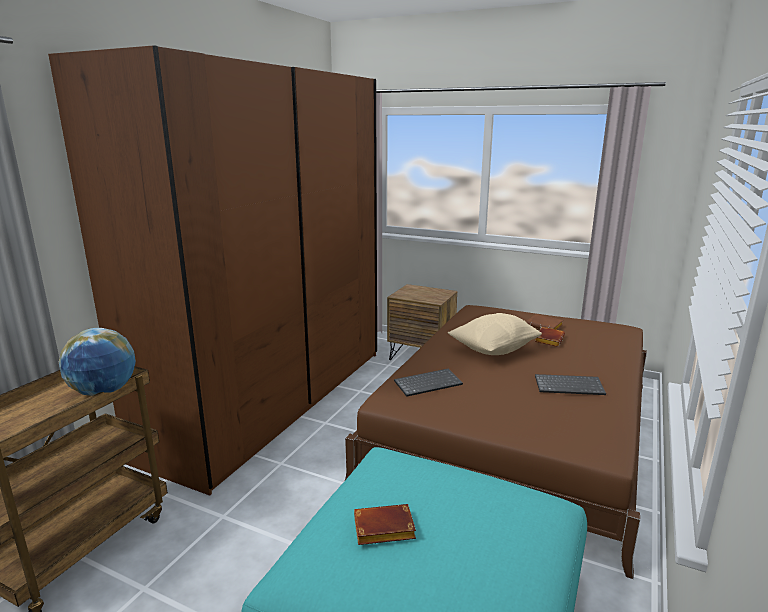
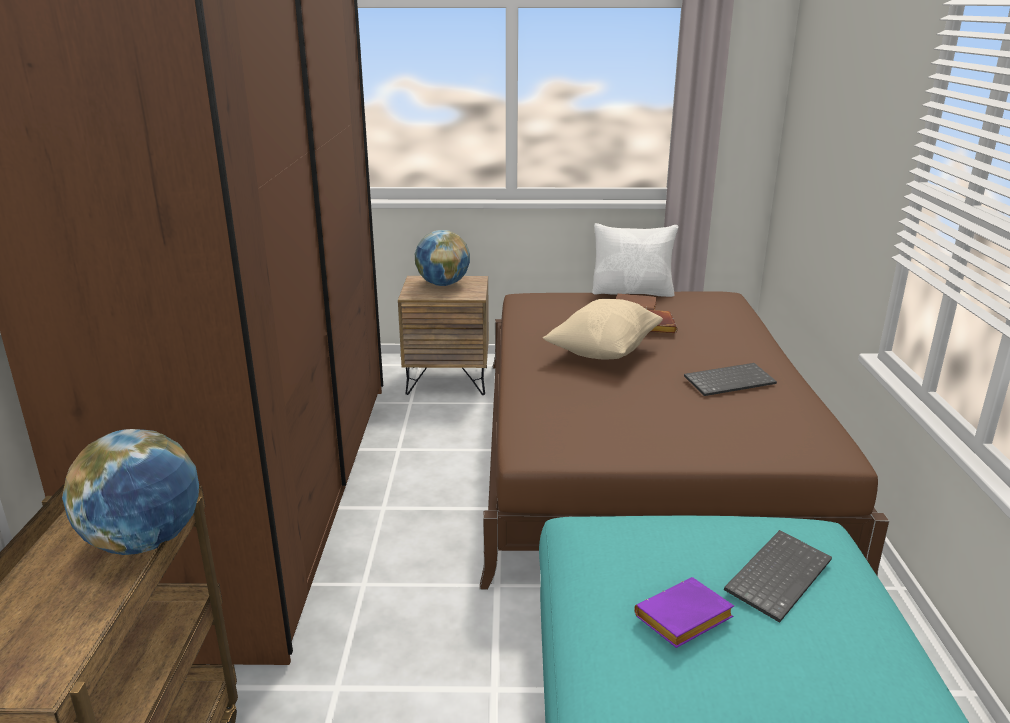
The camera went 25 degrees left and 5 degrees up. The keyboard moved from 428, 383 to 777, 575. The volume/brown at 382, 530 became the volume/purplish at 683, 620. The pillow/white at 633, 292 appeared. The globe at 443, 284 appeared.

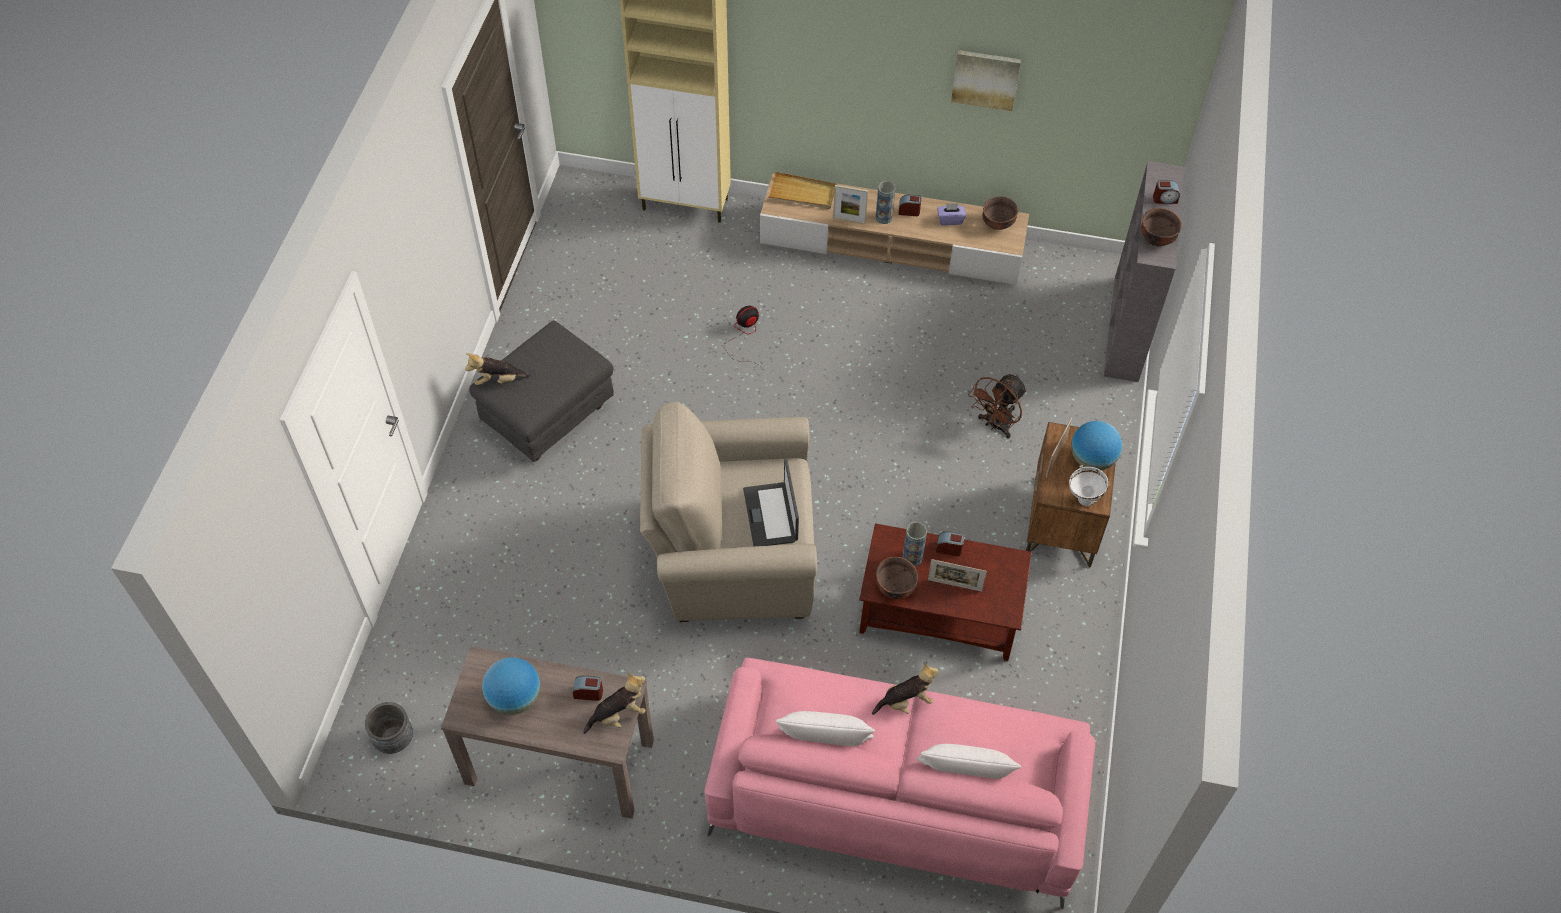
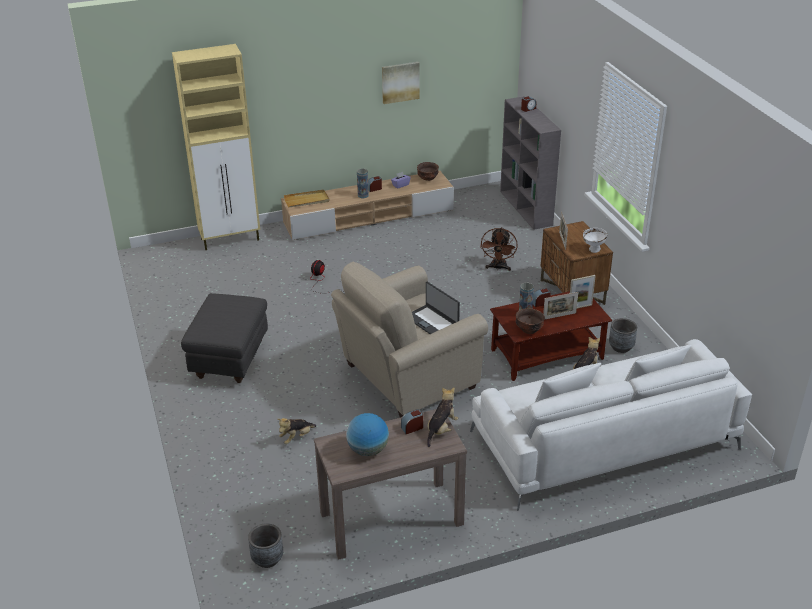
The camera went 30 degrees left and 20 degrees down. The picture frame moved from 849, 220 to 580, 307. The bowl/brown at 1156, 238 disappeared. The plush toy moved from 498, 380 to 296, 437. The globe at 1092, 459 disappeared. The sofa/pink at 896, 793 became the sofa/white at 603, 441. The plant pot/grey at 621, 347 appeared.

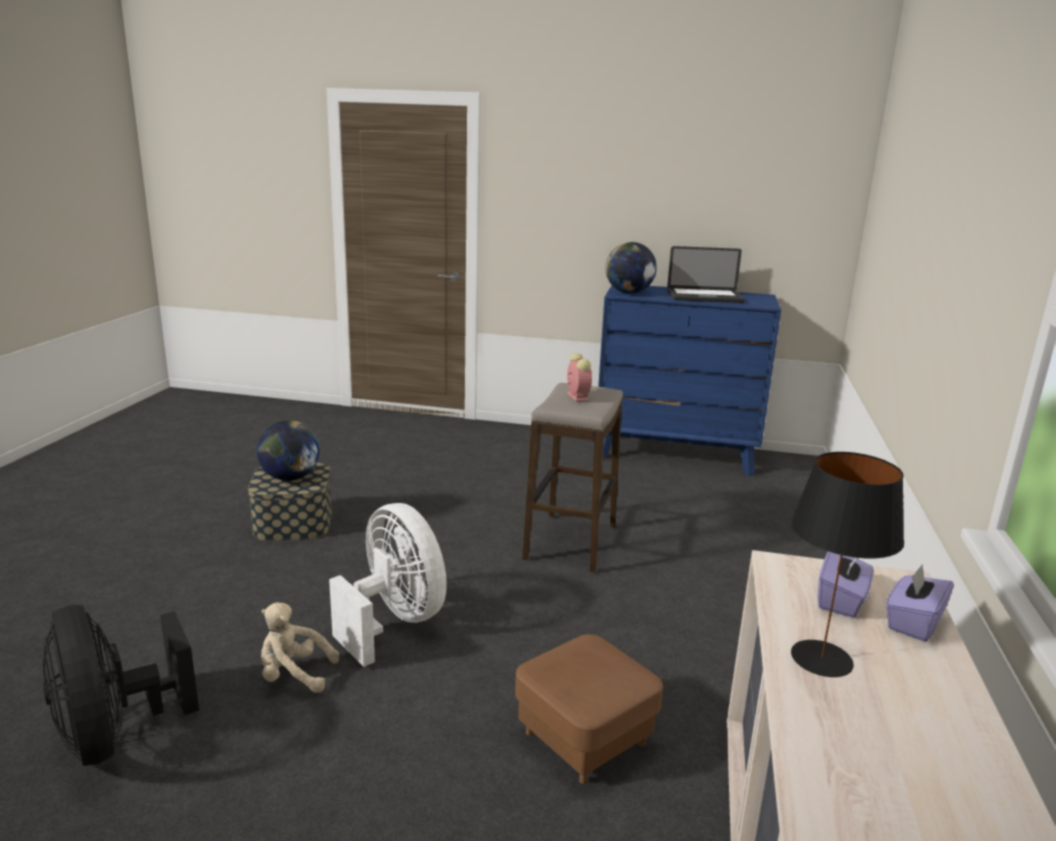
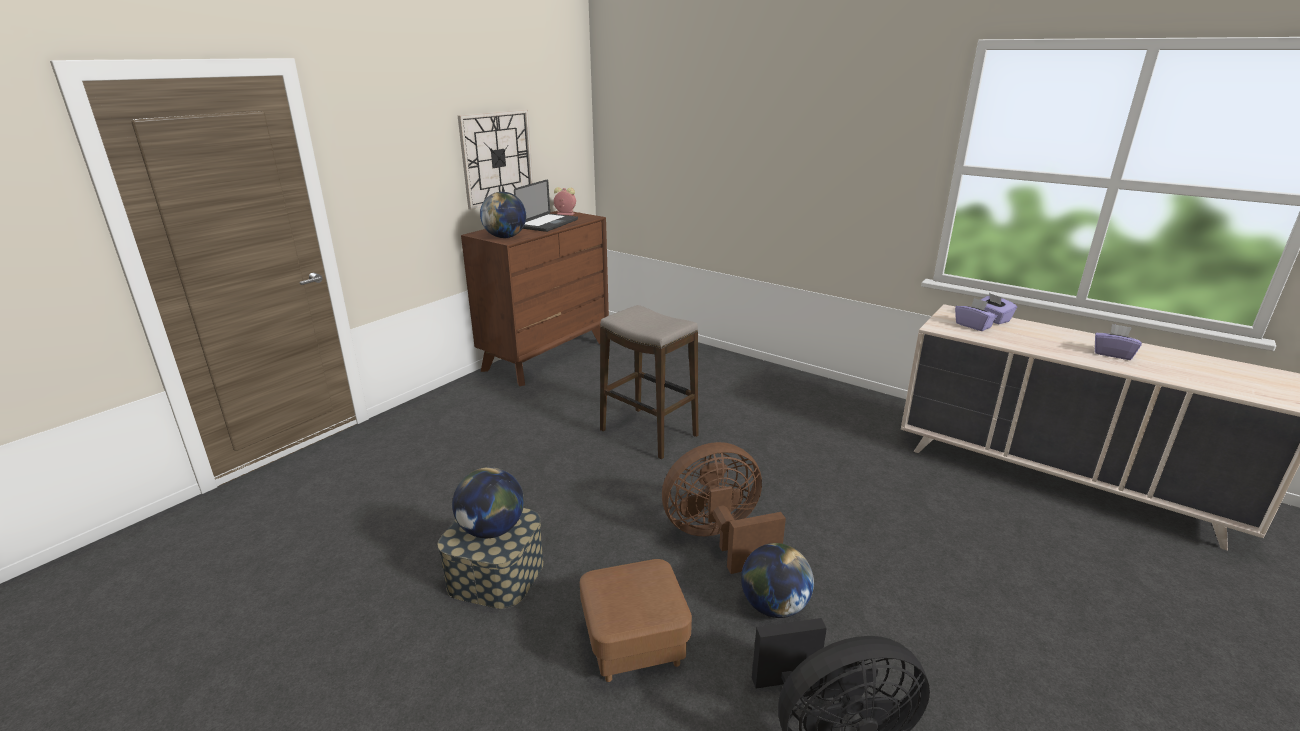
The camera went 65 degrees left and 5 degrees up. The dresser/blue at 675, 454 became the dresser/brown at 546, 356. The bedside clock moved from 577, 396 to 564, 214. The tabletop lamp/black at 822, 658 disappeared. The cooling fan/white at 394, 622 became the cooling fan/brown at 718, 539. The plush toy/sand-coloured at 294, 675 was replaced by the globe at 774, 606. The footrest/brown moved from 584, 738 to 634, 644. The wall clock at 497, 158 appeared. The tissue box/purplish at 1112, 354 appeared.

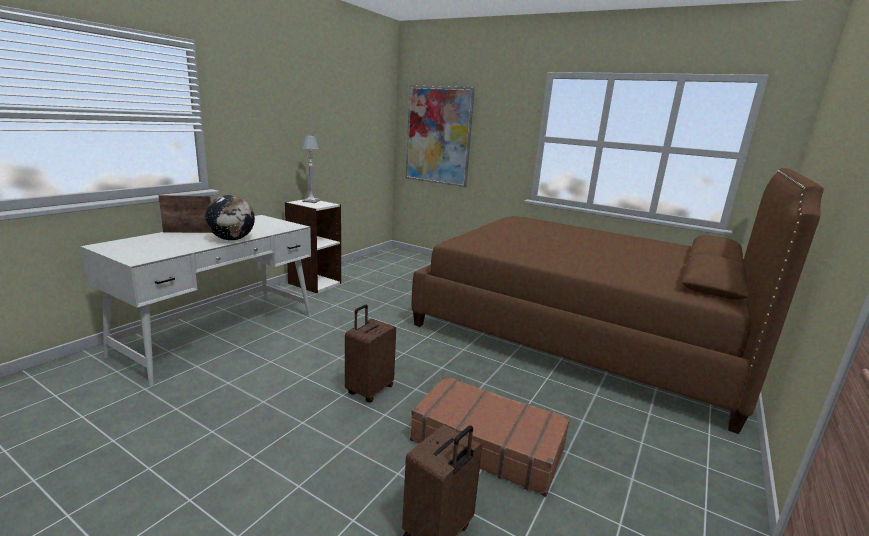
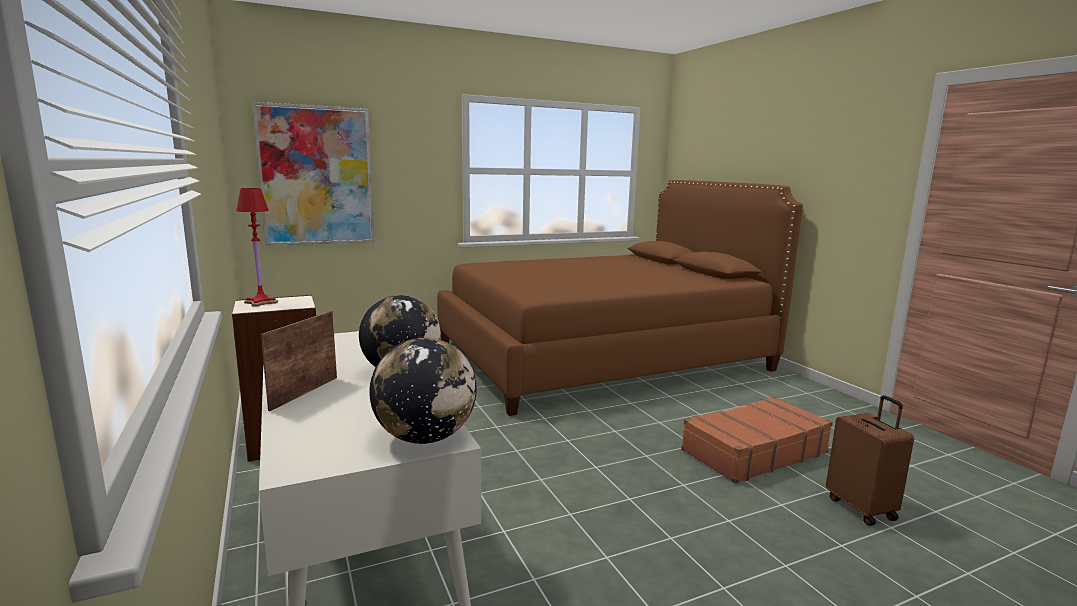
The camera went 55 degrees left and 5 degrees down. The tabletop lamp/white at 311, 201 became the tabletop lamp/reddish at 261, 302. The piece of luggage/brown at 369, 390 disappeared. The globe at 425, 437 appeared.

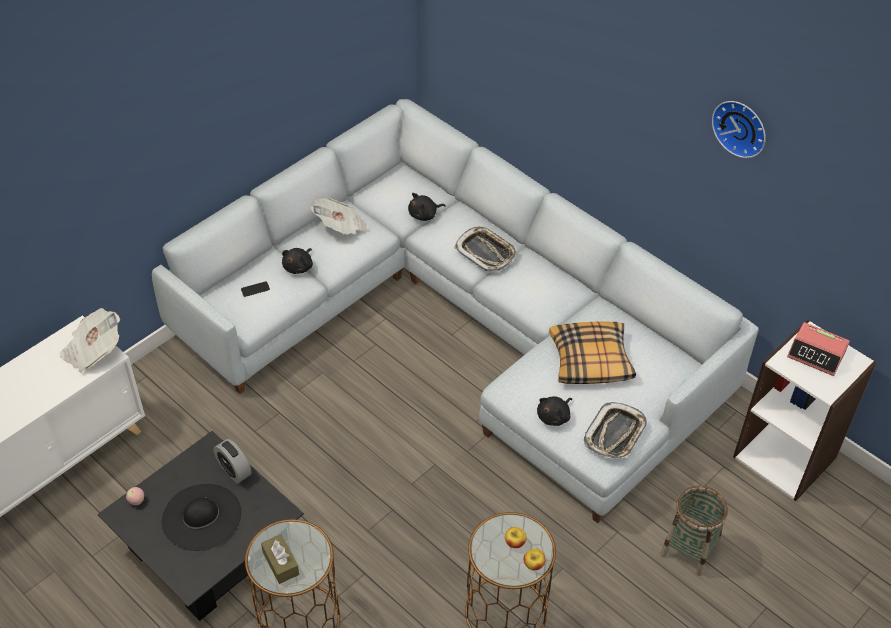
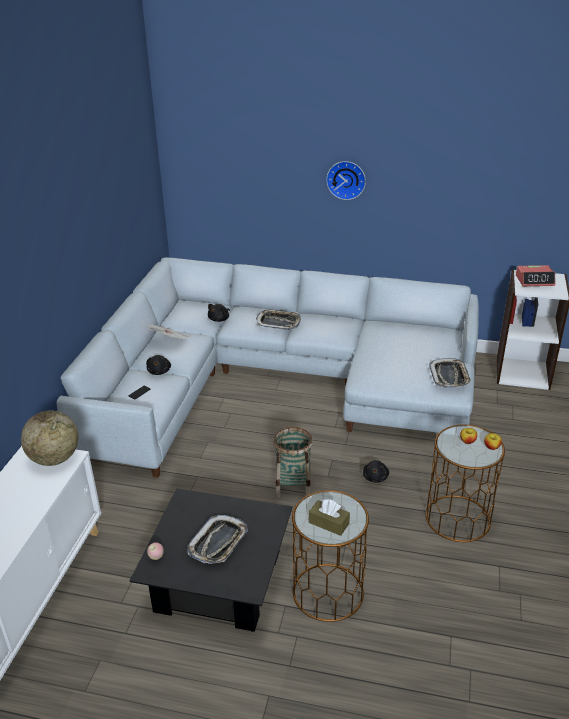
The camera went 30 degrees left and 15 degrees down. The wall clock moved from 741, 127 to 346, 179. The printed paper at 93, 351 was replaced by the globe at 54, 459. The pillow at 590, 361 disappeared. The plush toy/black moved from 554, 416 to 375, 477. The bedside clock at 234, 470 disappeared. The wearable hat/black at 201, 517 was replaced by the tray at 218, 543. The storage basket moved from 689, 549 to 293, 486.

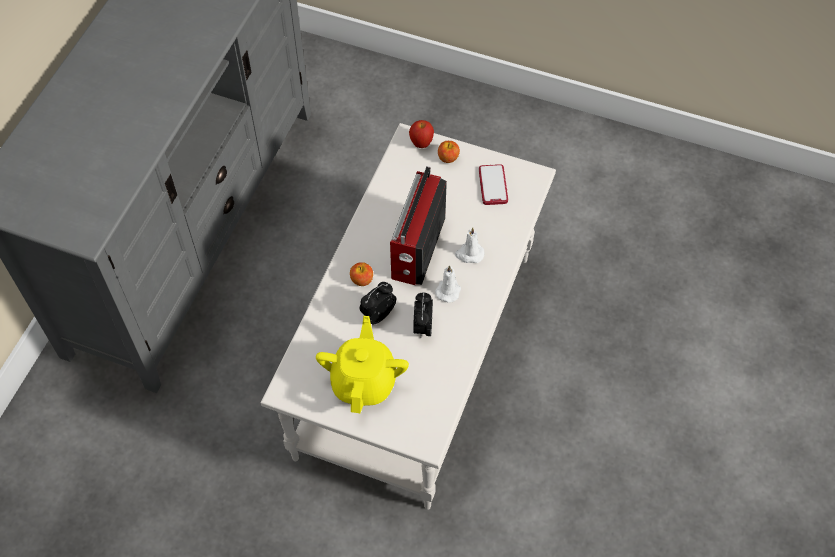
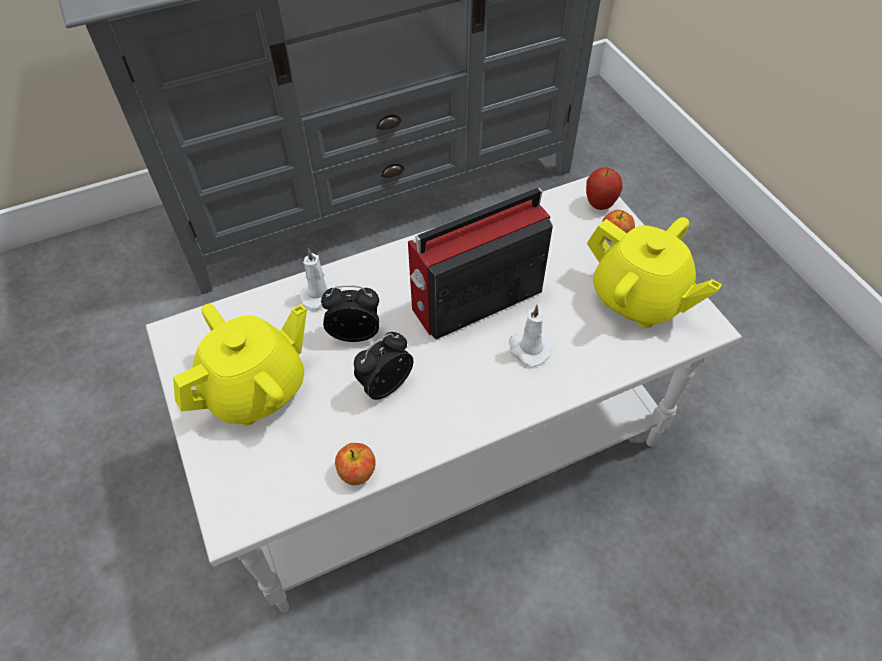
The camera went 45 degrees right and 5 degrees down. The telephone at 493, 185 was replaced by the tea pot/yellowish at 638, 299. The whole apple moved from 361, 280 to 357, 472. The wax candle/white moved from 448, 290 to 321, 295.

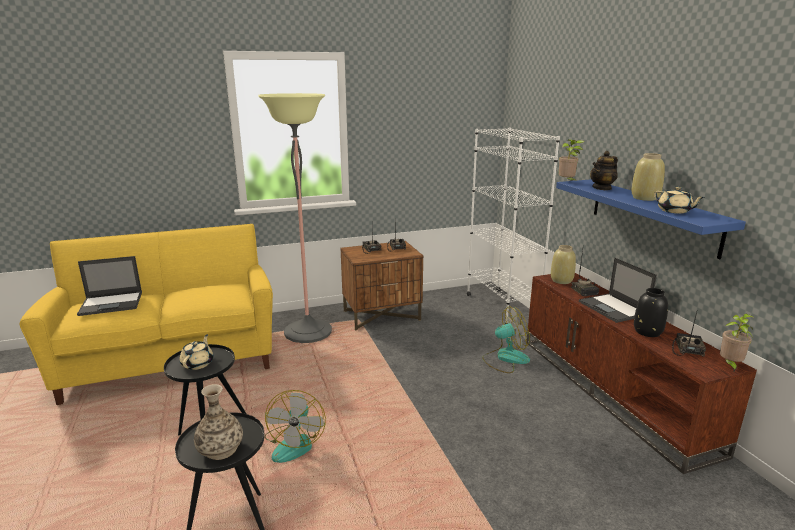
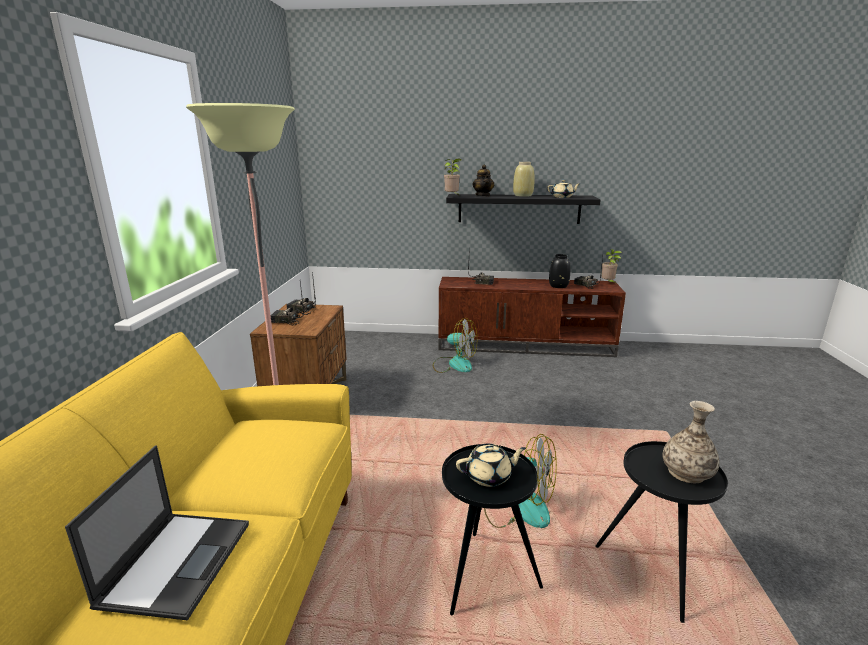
The camera went 65 degrees left and 0 degrees up. The shelving unit/white at 501, 307 disappeared. The wall shelf/blue at 652, 215 became the wall shelf/black at 519, 209. The decorative vase/sand-coloured at 561, 280 disappeared. The notebook computer at 614, 308 disappeared. The cooling fan at 505, 358 turned 105 degrees clockwise. The tea pot/sand-coloured at 198, 363 turned 135 degrees clockwise.

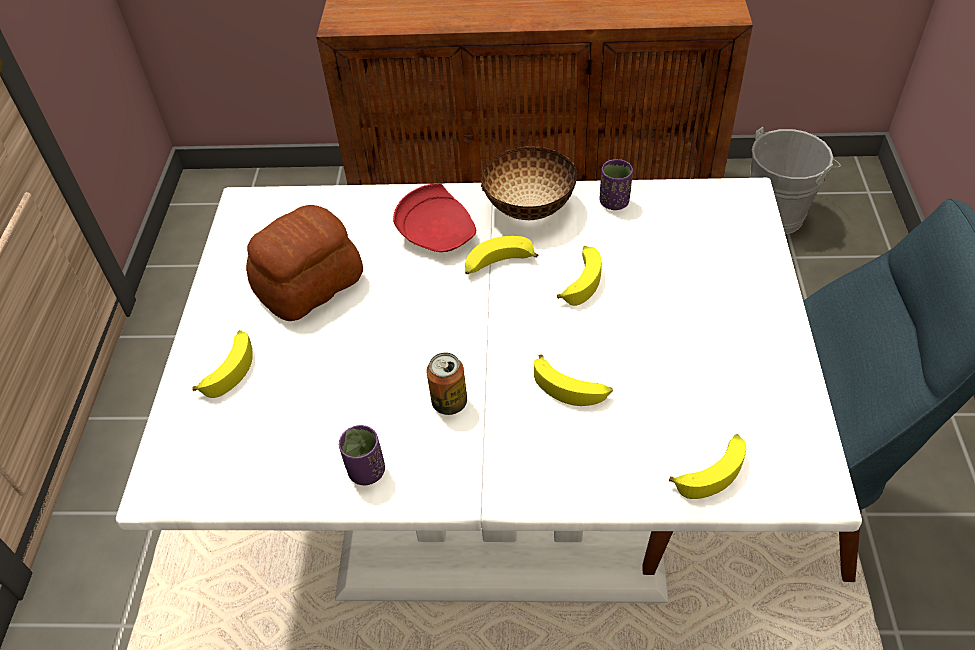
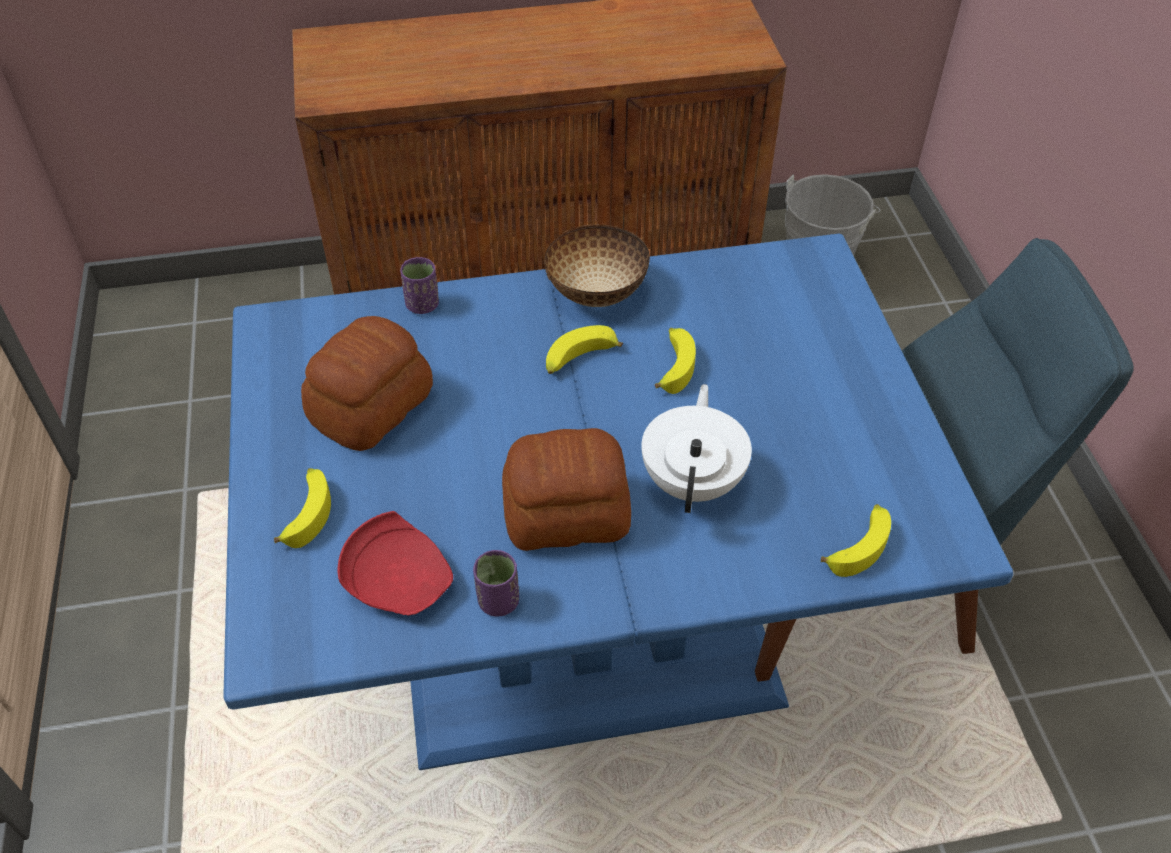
The camera went 15 degrees left and 0 degrees up. The drinking cup/purplish moved from 614, 202 to 422, 305. The dinner table/white at 500, 511 became the dinner table/blue at 585, 640. The flat dish/reddish moved from 438, 233 to 400, 579. The can at 449, 402 was replaced by the bakery bread at 568, 515. The banana at 571, 387 was replaced by the tea pot/white at 693, 481.

